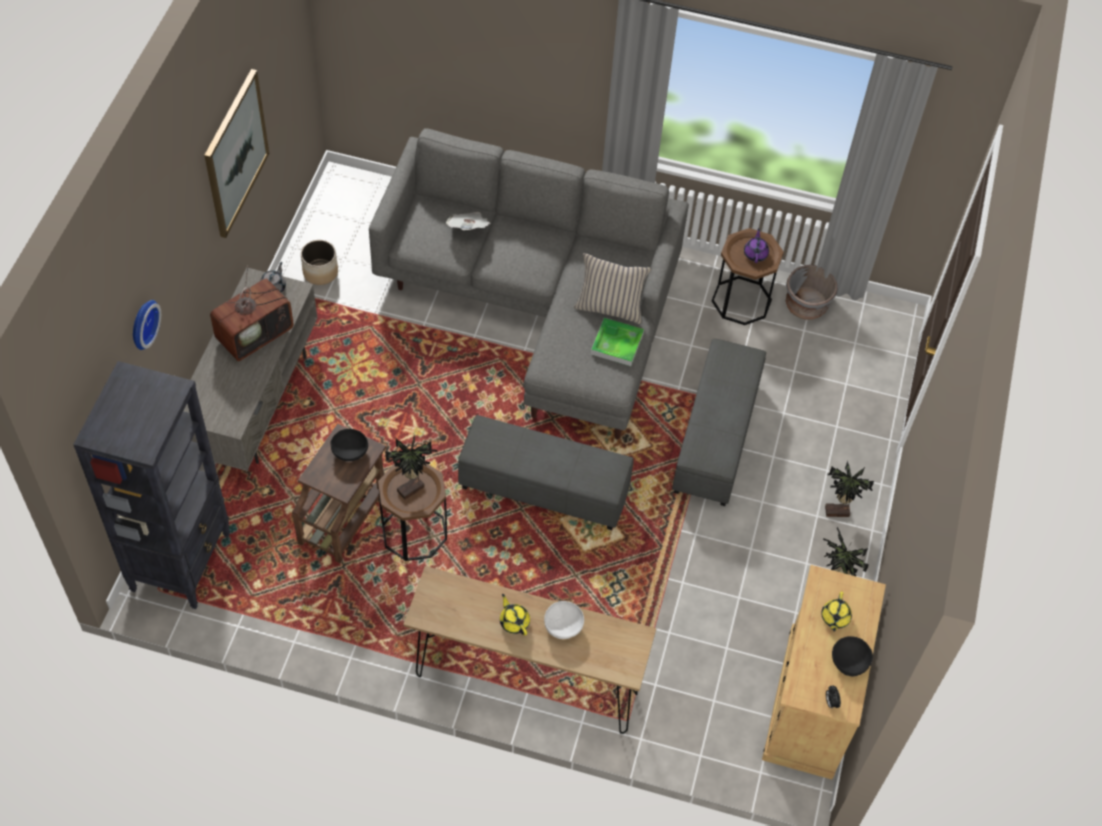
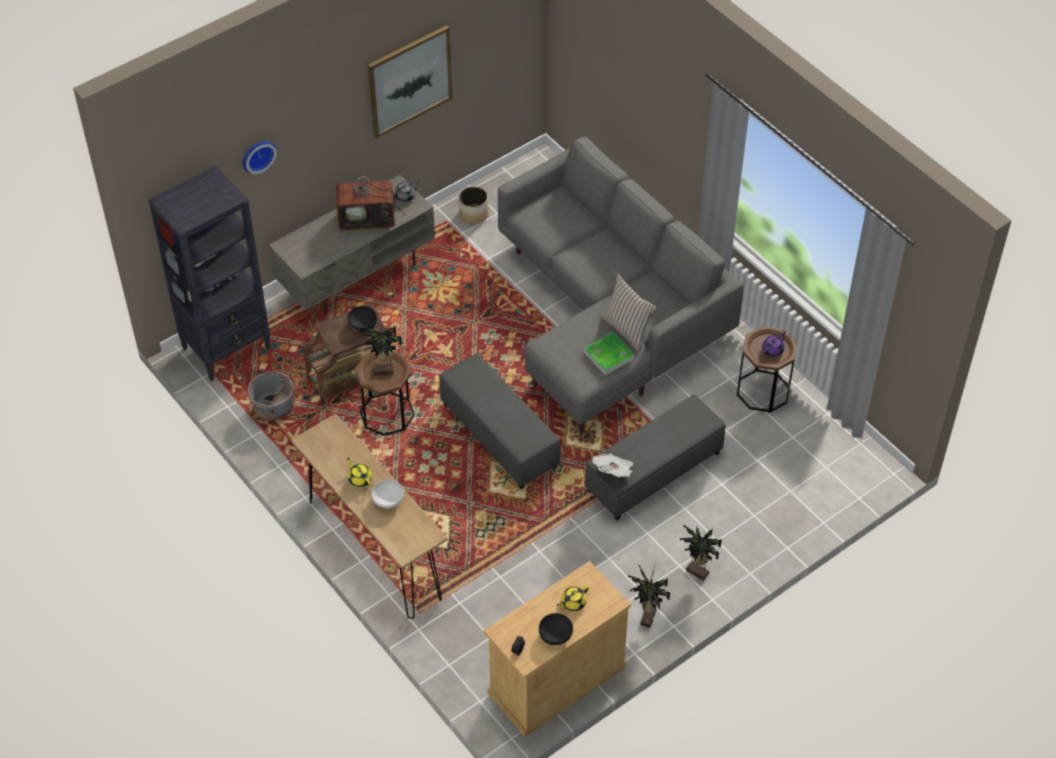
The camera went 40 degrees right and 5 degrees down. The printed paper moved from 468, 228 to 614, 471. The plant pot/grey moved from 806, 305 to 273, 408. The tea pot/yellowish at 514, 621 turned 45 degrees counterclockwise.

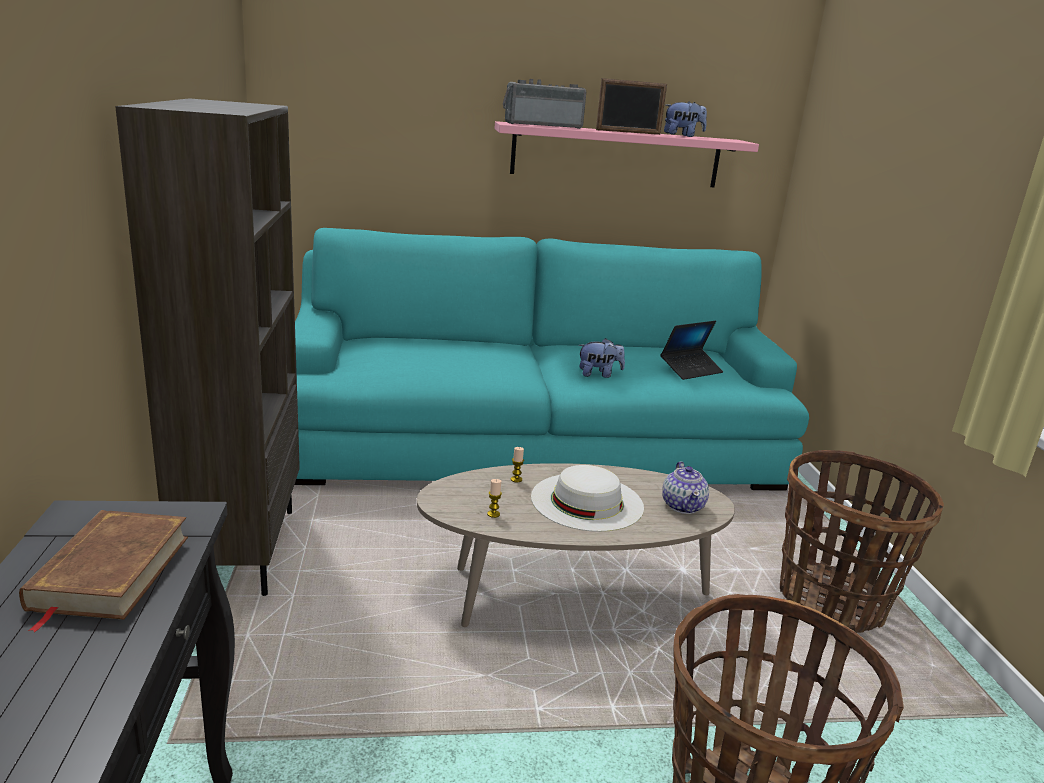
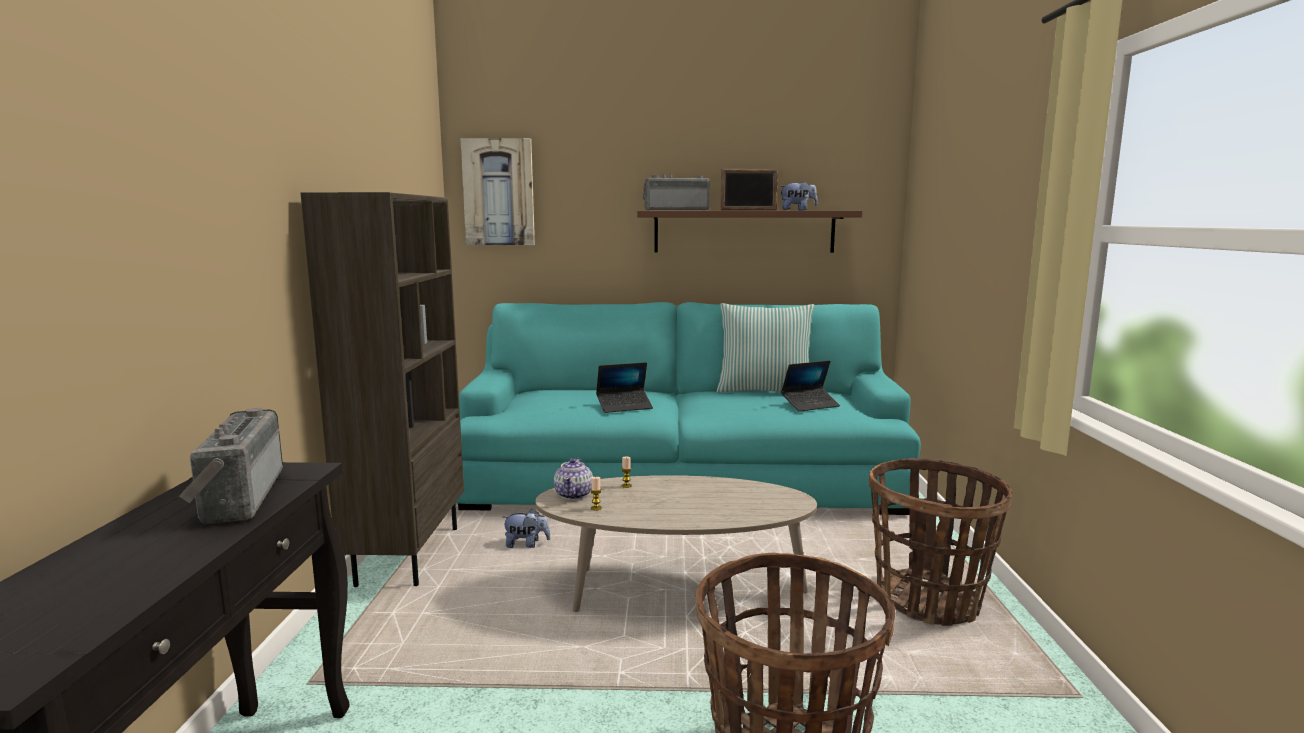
The camera went 10 degrees right and 10 degrees down. The wall shelf/pink at 616, 155 became the wall shelf/brown at 744, 231. The plush toy moved from 599, 374 to 526, 545. The tea pot moved from 683, 506 to 574, 494. The wearable hat/white at 587, 501 disappeared. The volume/brown at 110, 572 was replaced by the radio receiver at 236, 496. The wall picture at 499, 192 appeared. The pillow at 764, 391 appeared. The notebook computer at 624, 406 appeared.

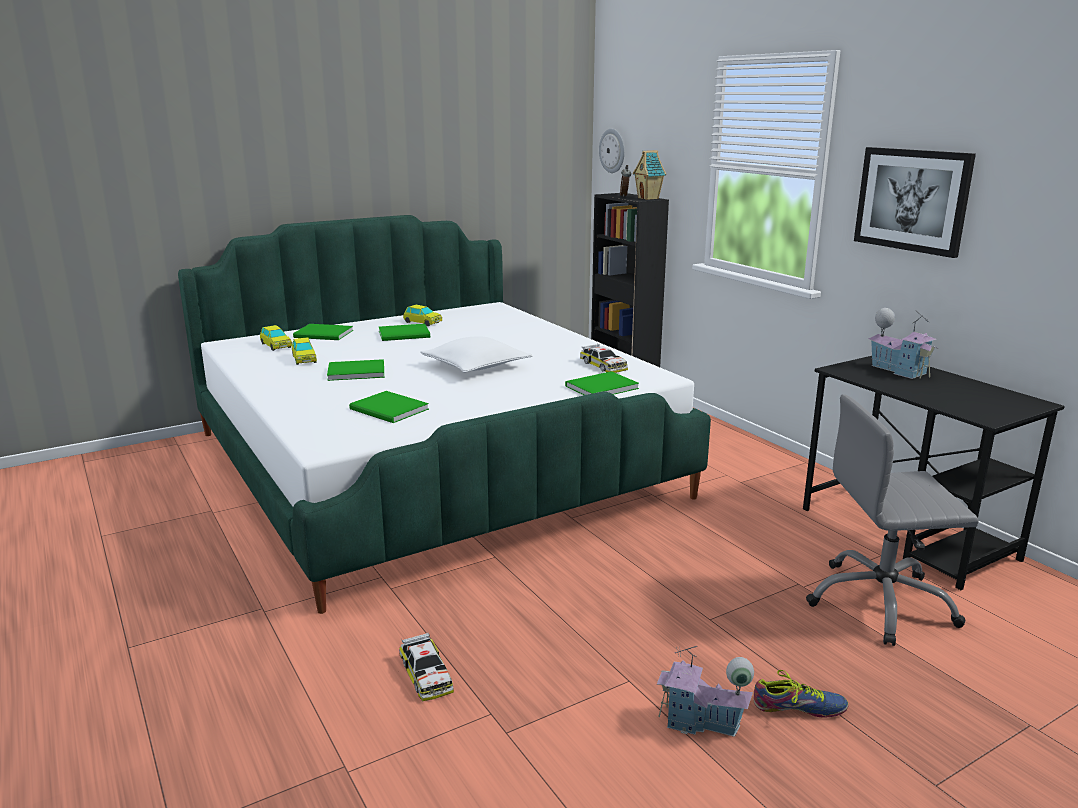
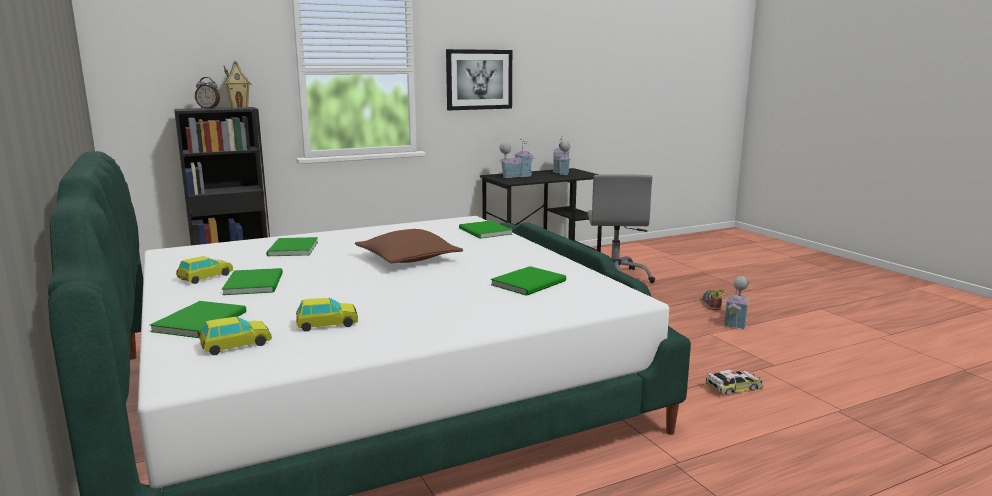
The camera went 85 degrees left and 5 degrees down. The wall clock at 612, 151 disappeared. The pillow/white at 476, 366 became the pillow/brown at 408, 259. The toy car at 603, 365 disappeared. The volume/green-coloured moved from 354, 372 to 291, 249. The miniature house at 561, 172 appeared.

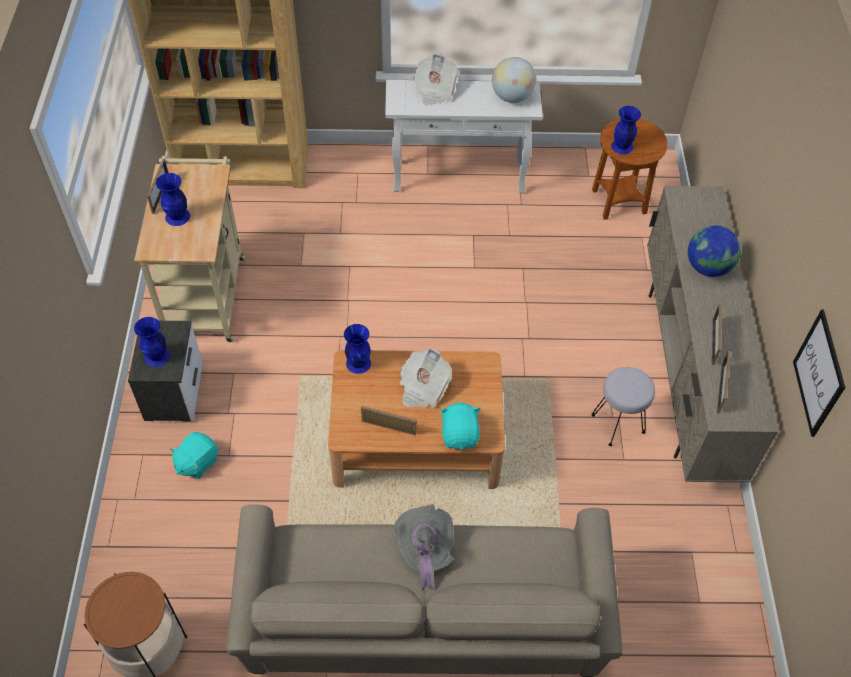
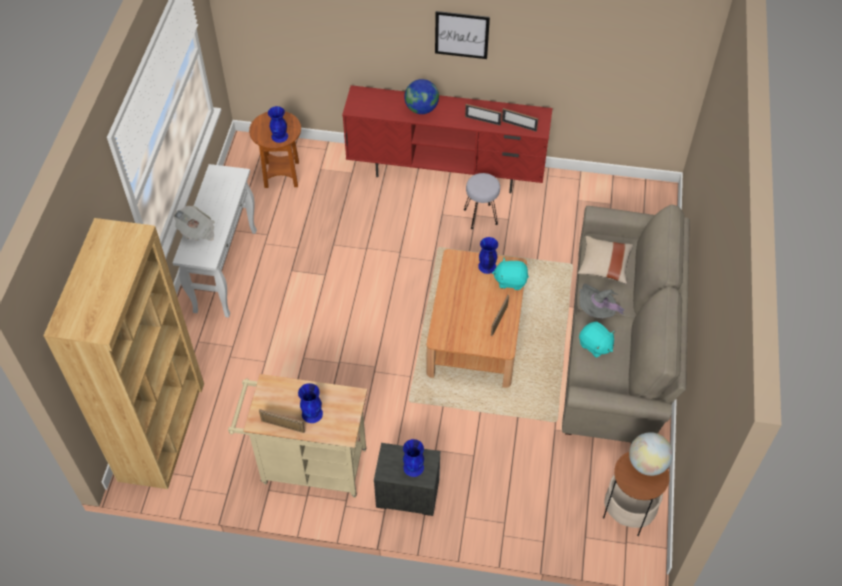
The camera went 80 degrees left and 0 degrees up. The globe moved from 512, 97 to 647, 463. The tv unit/sand-coloured at 686, 374 became the tv unit/reddish at 447, 172. The wall picture moved from 819, 373 to 461, 34. The decorative vase/blue moved from 358, 363 to 487, 266. The printed paper at 423, 387 disappeared. The plush toy/turquoise-coloured moved from 197, 462 to 595, 345. The pillow/sand-coloured at 604, 265 appeared.

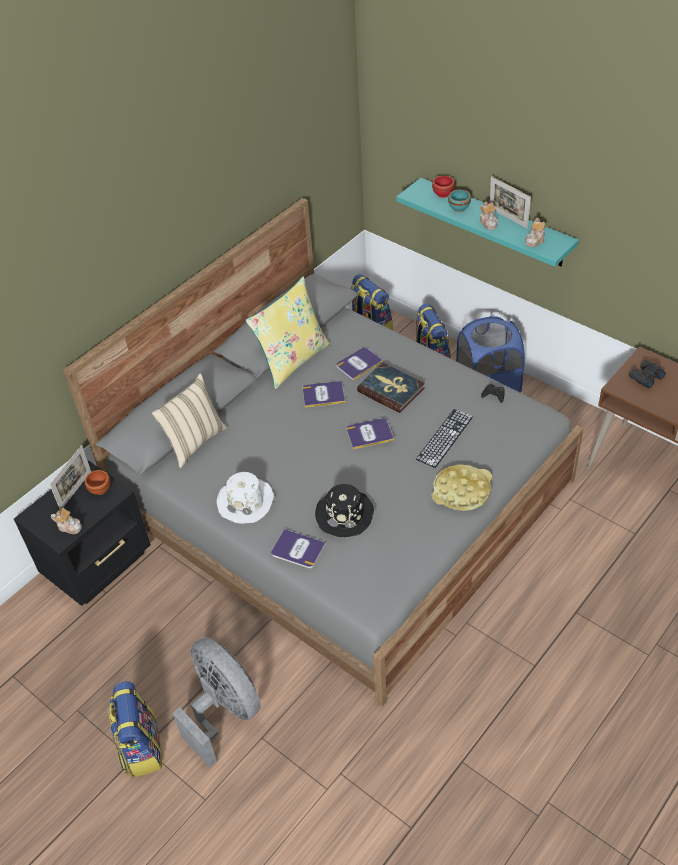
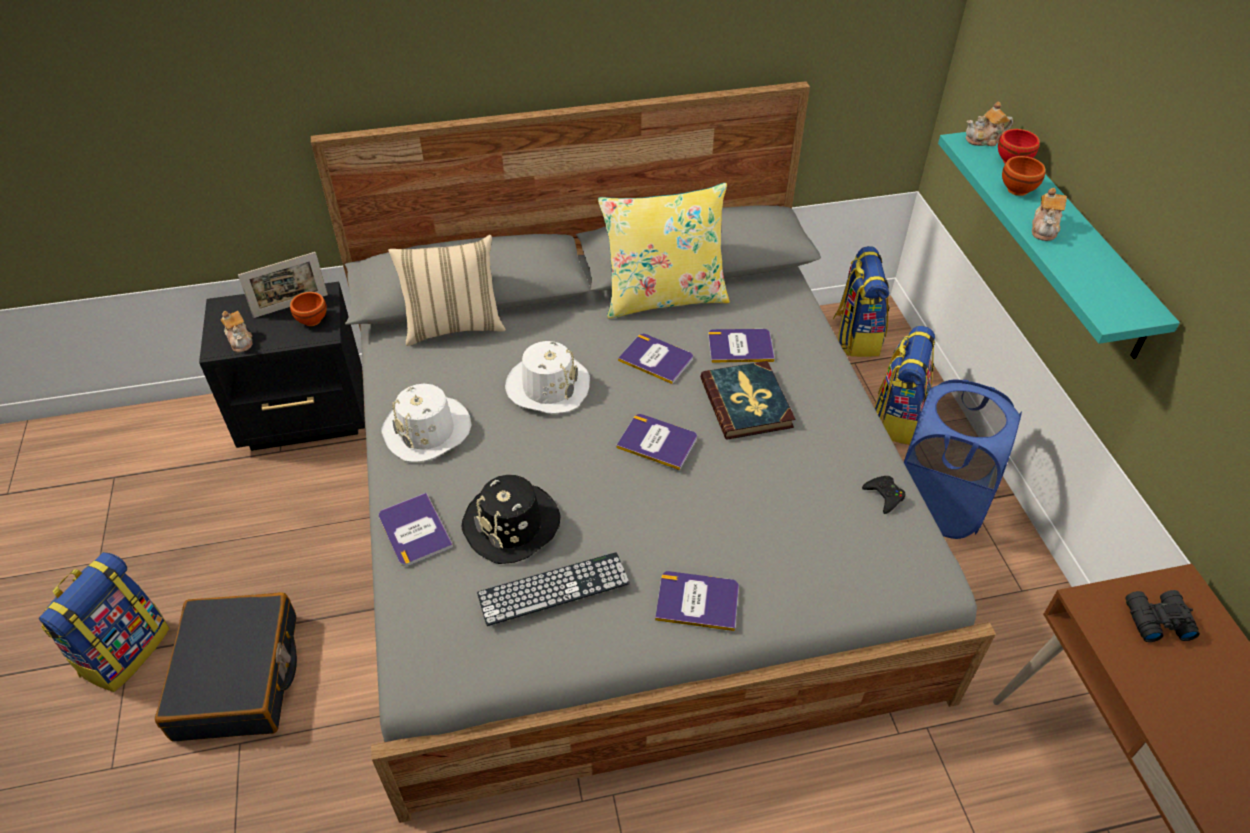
The camera went 35 degrees right and 0 degrees up. The picture frame at 508, 218 disappeared. The bowl/turquoise-coloured at 459, 209 became the bowl/brown at 1017, 190. The tea pot moved from 535, 241 to 984, 140. The keyboard moved from 444, 438 to 553, 588. The tray/yellowish at 461, 491 was replaced by the volume at 697, 601. The cooling fan/grey at 223, 711 was replaced by the piece of luggage/black at 238, 677. The wearable hat/white at 548, 386 appeared.

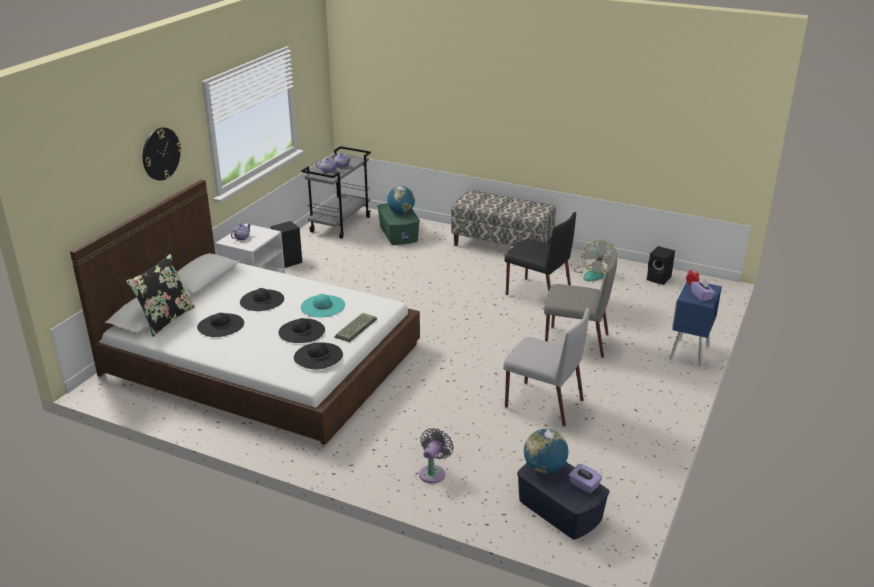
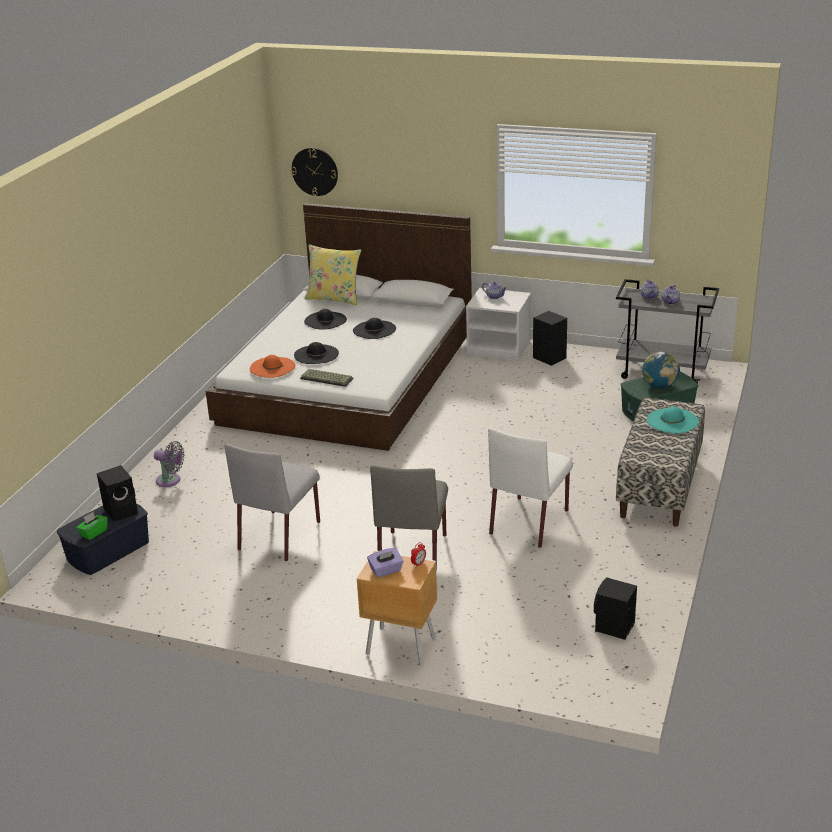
The camera went 85 degrees right and 0 degrees up. The wall clock moved from 161, 153 to 315, 171. The upright chair/black at 537, 293 became the upright chair/white at 529, 521. The cooling fan at 593, 273 disappeared. The pillow/black at 166, 319 became the pillow/yellowish at 334, 298. The night table/blue at 688, 353 became the night table/brown at 399, 646. The wearable hat/turquoise-coloured moved from 323, 306 to 672, 421. The wearable hat/black at 318, 356 became the wearable hat/orange at 272, 367. The globe at 544, 468 was replaced by the audio speaker/black at 122, 510. The tissue box/purplish at 584, 485 became the tissue box/green-coloured at 93, 533.

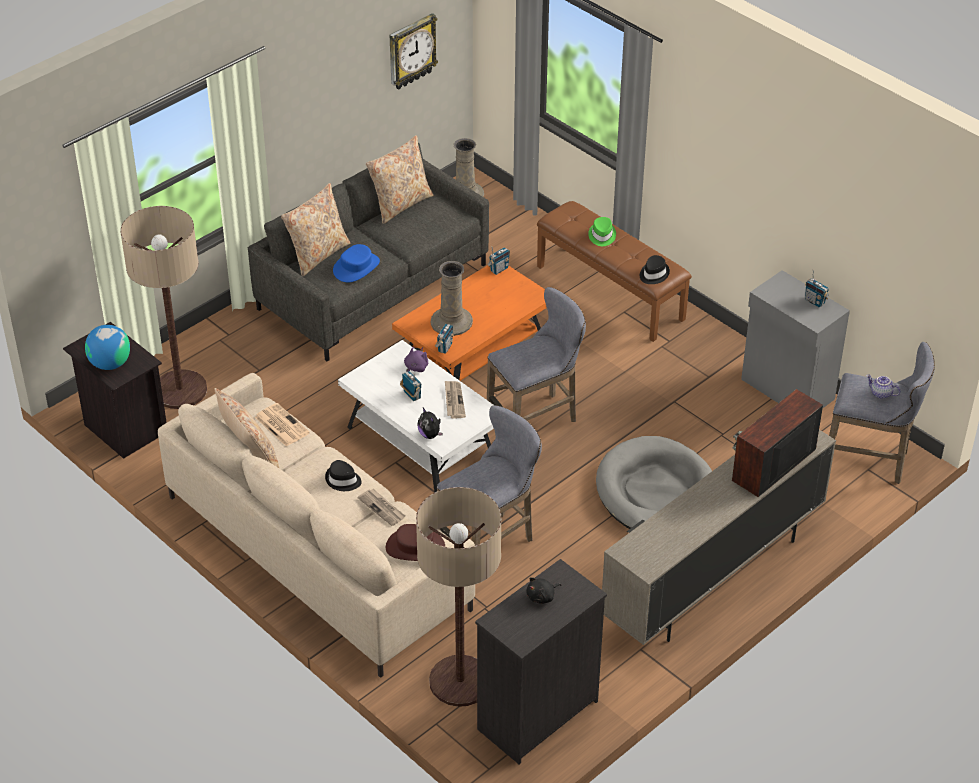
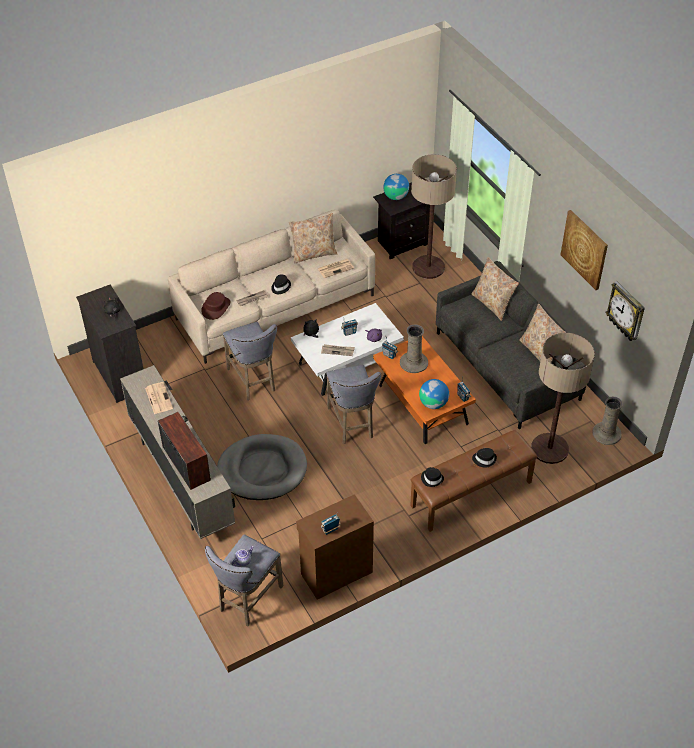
The camera went 105 degrees right and 5 degrees up. The wearable hat/green-coloured at 601, 236 became the wearable hat/black at 484, 459. The wearable hat/blue at 356, 267 disappeared. The storage cabinet/grey at 787, 390 became the storage cabinet/brown at 335, 572. The standard lamp moved from 460, 681 to 549, 449. The wall picture at 584, 249 appeared. The globe at 433, 403 appeared. The printed paper at 158, 398 appeared.

